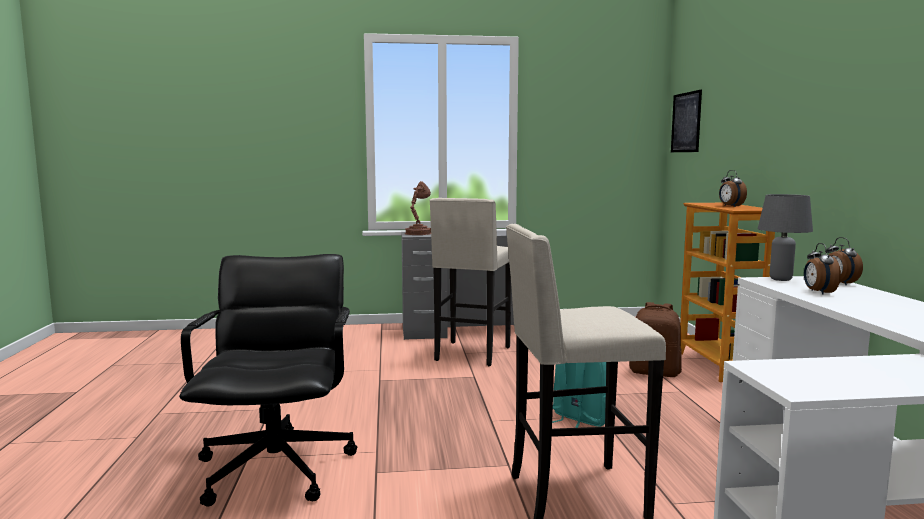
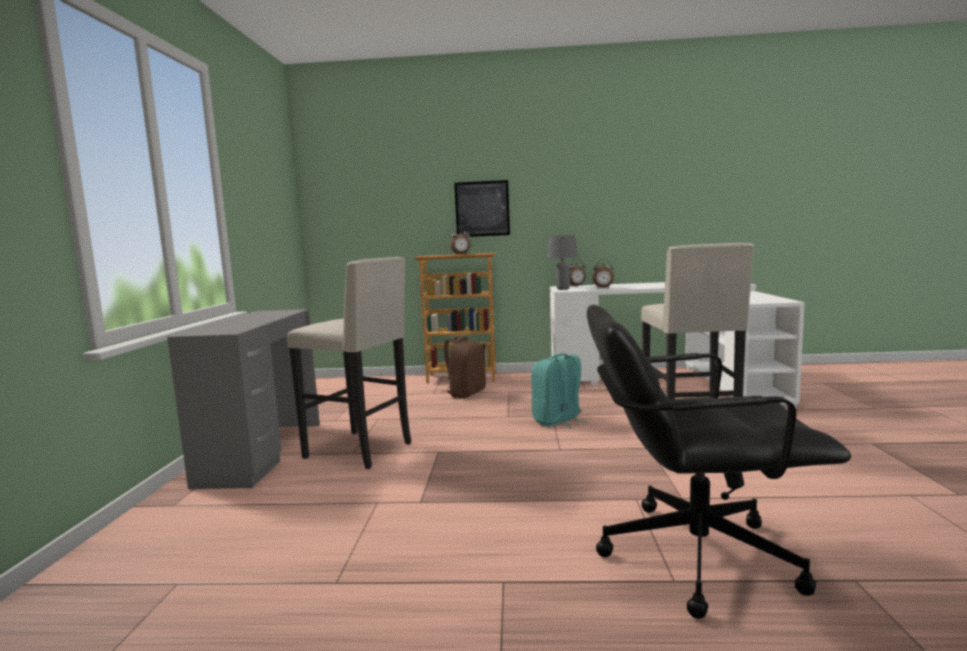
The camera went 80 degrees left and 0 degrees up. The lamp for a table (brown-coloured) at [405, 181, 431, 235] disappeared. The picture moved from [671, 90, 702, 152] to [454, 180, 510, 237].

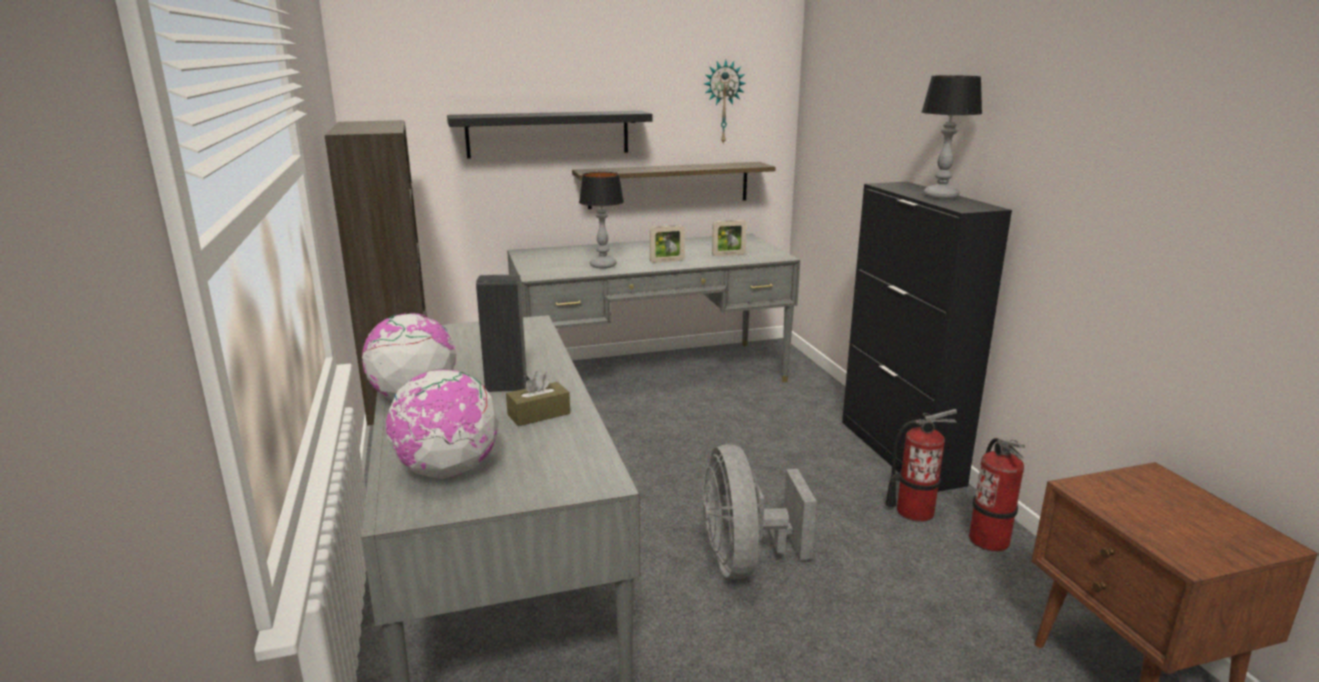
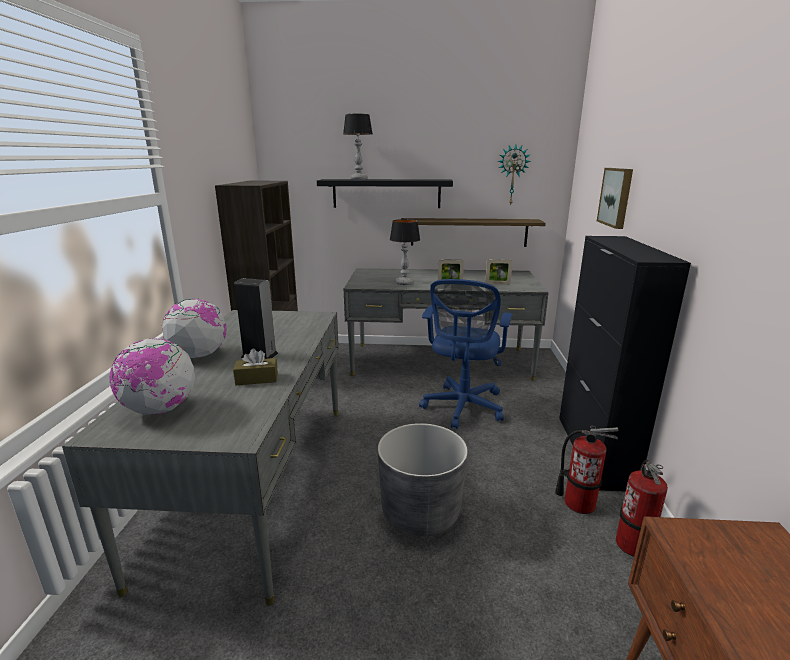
The camera went 20 degrees right and 0 degrees up. The cooling fan (grey) at [703, 444, 817, 579] was replaced by the plant pot (grey) at [378, 423, 468, 536]. The lamp for a table moved from [922, 75, 982, 199] to [343, 114, 373, 180]. The computer chair (bluish) at [419, 279, 512, 429] appeared. The picture at [597, 168, 633, 229] appeared.

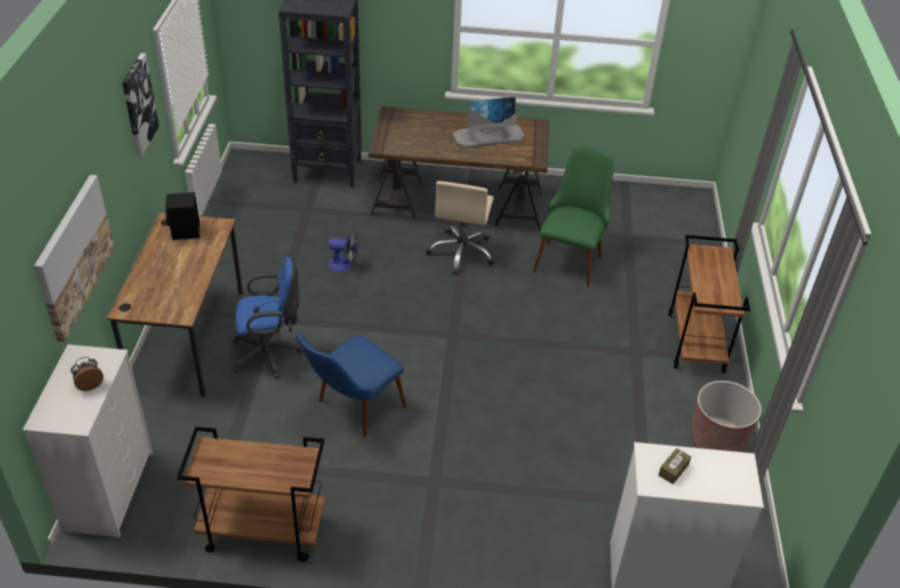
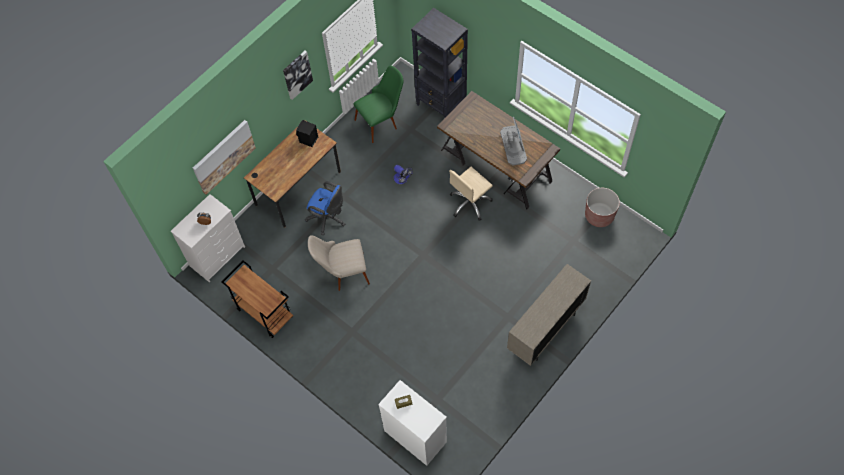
The camera went 40 degrees right and 20 degrees up. The chair (bluish) at [296, 332, 406, 437] became the chair (beige-coloured) at [308, 235, 370, 291]. The computer display at [453, 96, 525, 149] turned 120 degrees counterclockwise. The chair (greenish) moved from [533, 146, 614, 287] to [354, 65, 403, 143]. The cart (brown-coloured) at [668, 235, 750, 373] was replaced by the storage cabinet (beige-coloured) at [507, 264, 591, 366]. The plant pot (brown-coloured) moved from [690, 381, 761, 452] to [585, 188, 620, 227].

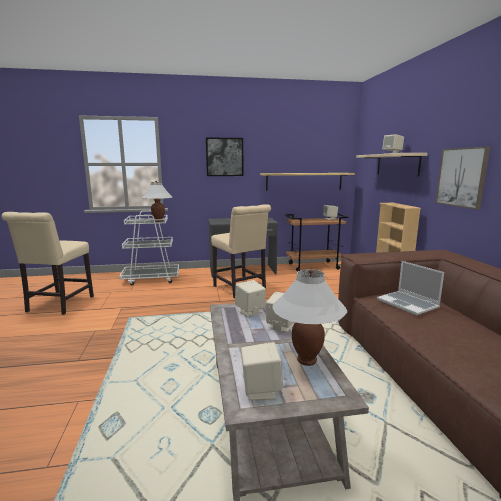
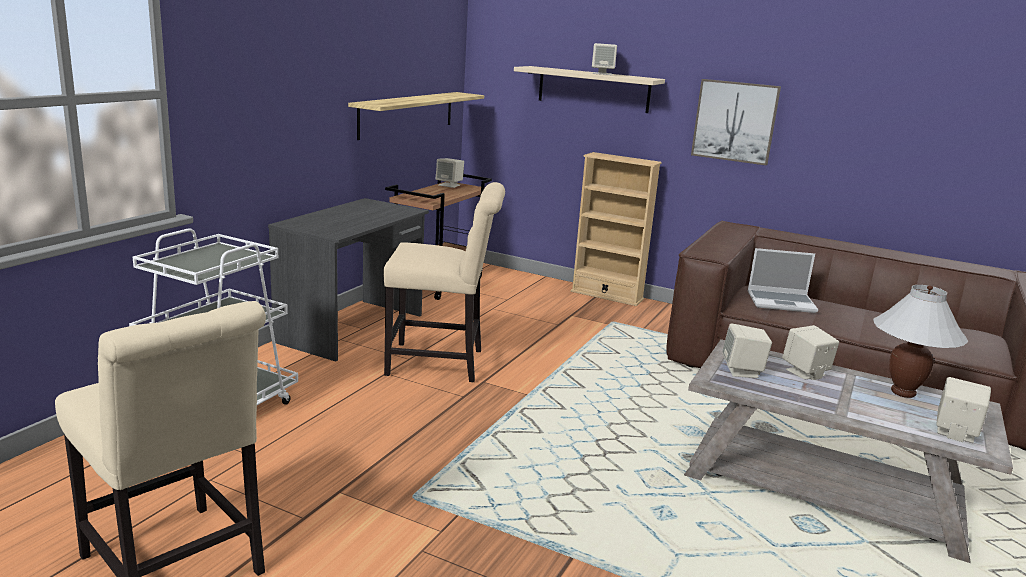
The camera went 55 degrees left and 5 degrees up. The lamp for a table (white) at [142, 181, 172, 222] disappeared. The picture at [206, 137, 243, 176] disappeared.

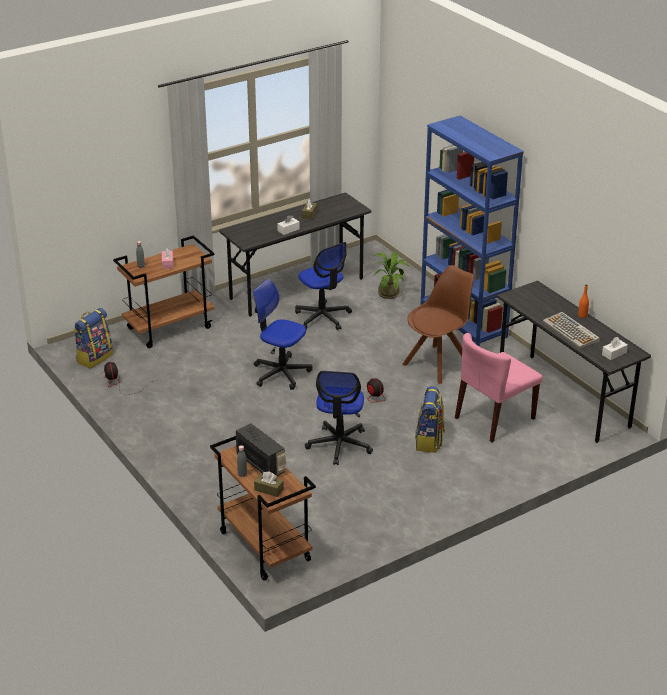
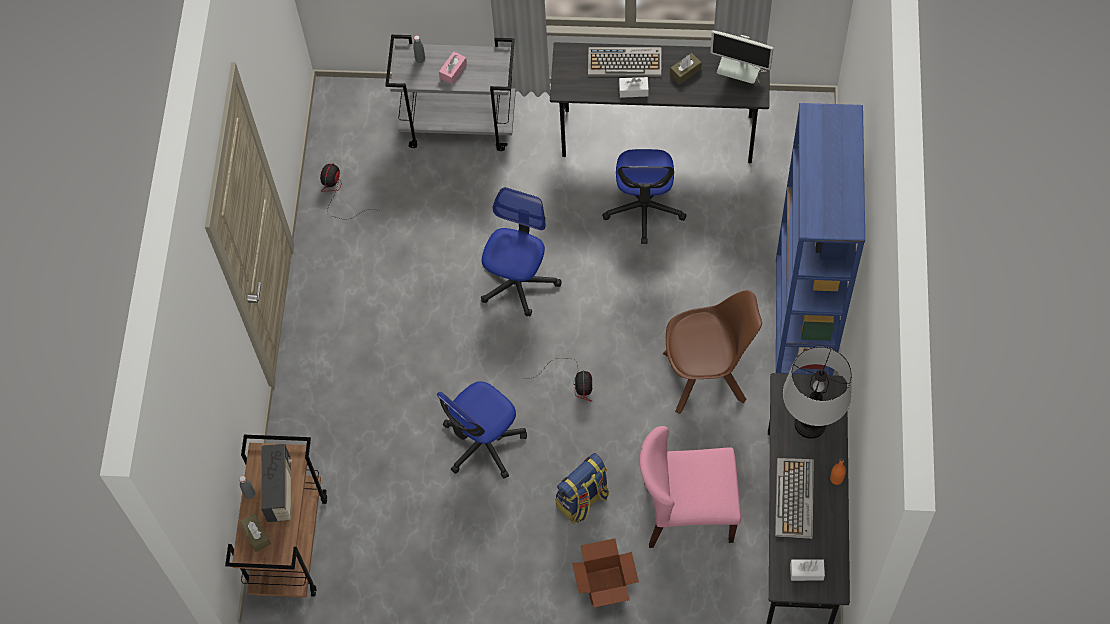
The camera went 40 degrees right and 30 degrees up. The knapsack at [74, 308, 113, 369] disappeared. The cart (brown-coloured) at [113, 235, 215, 348] became the cart (grey) at [385, 35, 516, 151]. The computer chair at [253, 279, 313, 390] turned 45 degrees clockwise. The plant in a pot at [373, 252, 410, 299] disappeared. The cardboard box at [572, 538, 639, 608] appeared. The computer keyboard at [588, 47, 661, 77] appeared. The computer display at [710, 31, 774, 84] appeared. The lamp for a table at [783, 347, 852, 439] appeared.

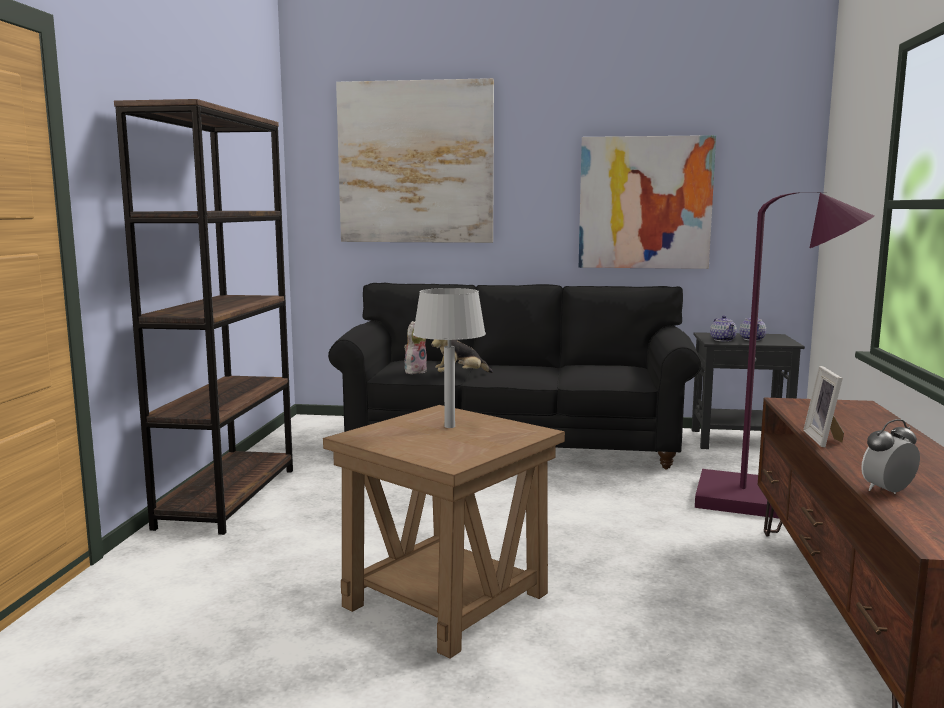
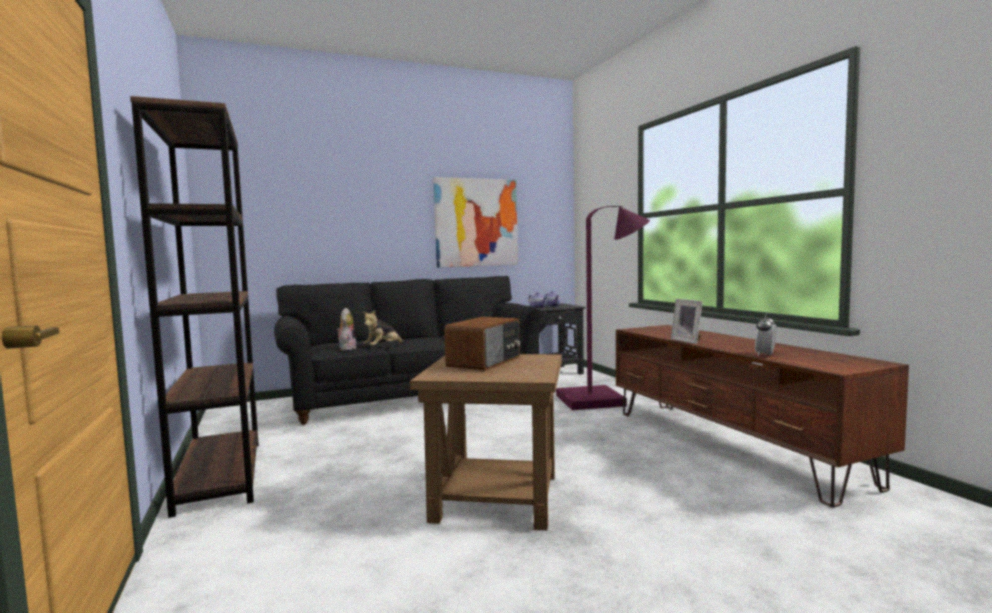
The camera went 30 degrees left and 5 degrees down. The picture at [336, 78, 494, 243] disappeared. The lamp for a table (grey) at [413, 288, 486, 428] was replaced by the radio at [444, 317, 520, 371].

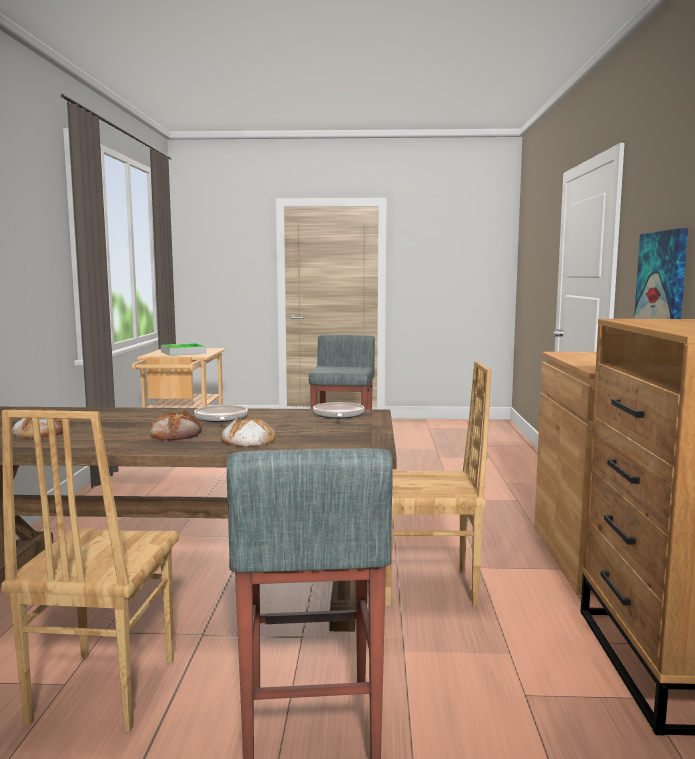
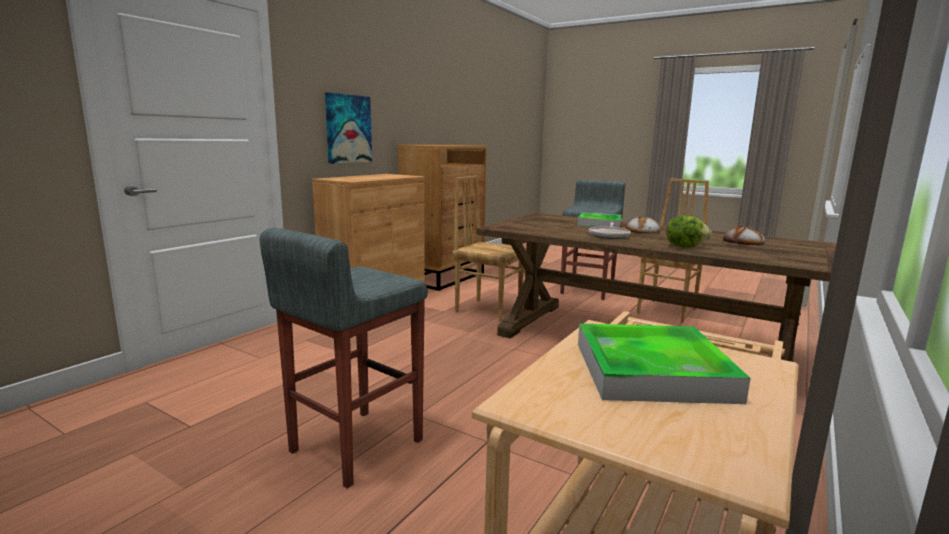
The camera went 150 degrees left and 5 degrees up. The bread at [221, 416, 276, 447] was replaced by the tray at [577, 213, 621, 228]. The skillet at [313, 402, 364, 419] disappeared. The lettuce head at [666, 215, 712, 248] appeared.

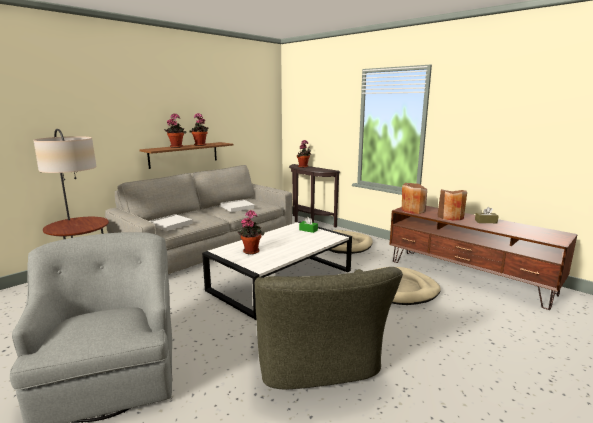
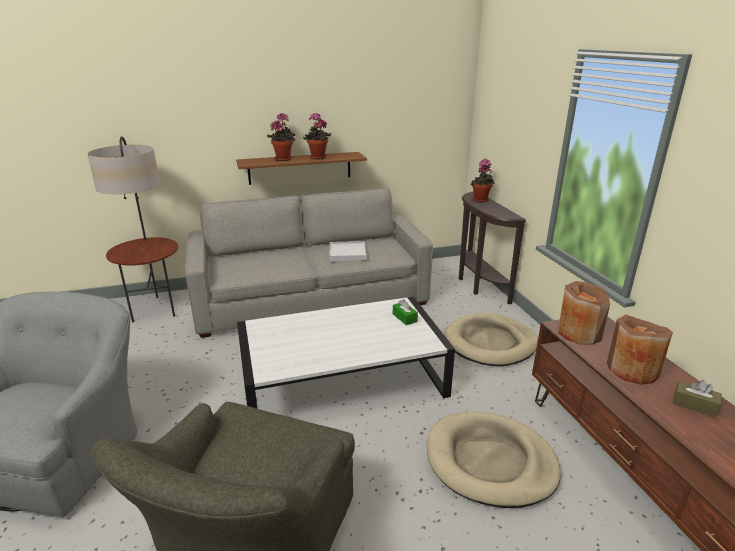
The camera went 30 degrees right and 10 degrees up. The tray (white) at [150, 214, 193, 231] disappeared. The plant in a pot at [237, 210, 265, 254] disappeared.

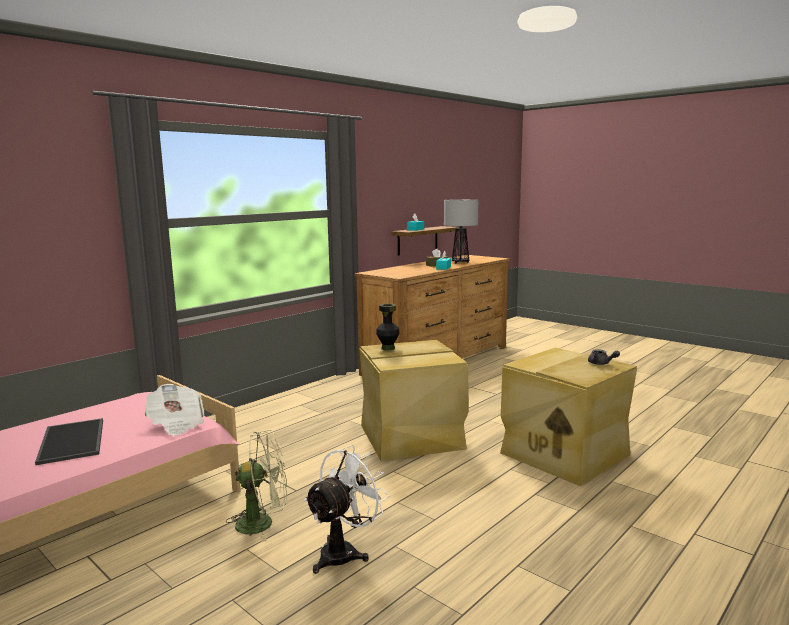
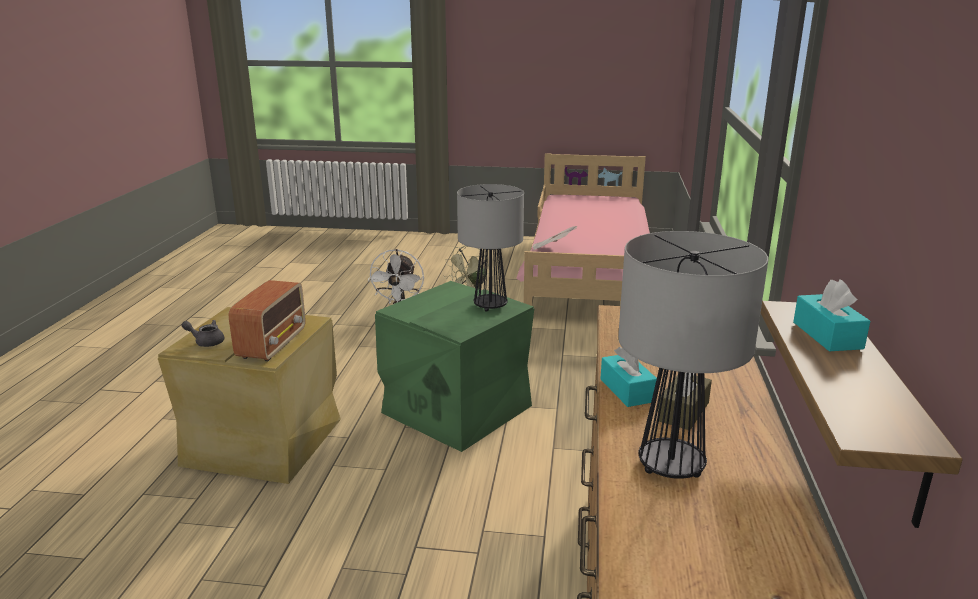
The camera went 145 degrees right and 10 degrees up. The tray at [35, 418, 103, 465] disappeared. The storage box (beige-coloured) at [359, 340, 469, 461] became the storage box (greenish) at [375, 281, 534, 452]. The vase (black) at [376, 303, 400, 350] was replaced by the lamp for a table at [457, 184, 524, 312]. The radio at [229, 280, 305, 361] appeared.

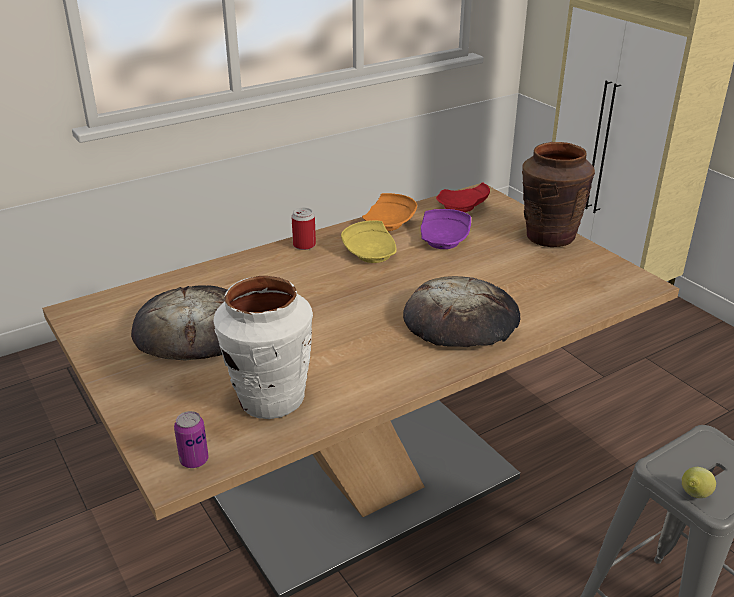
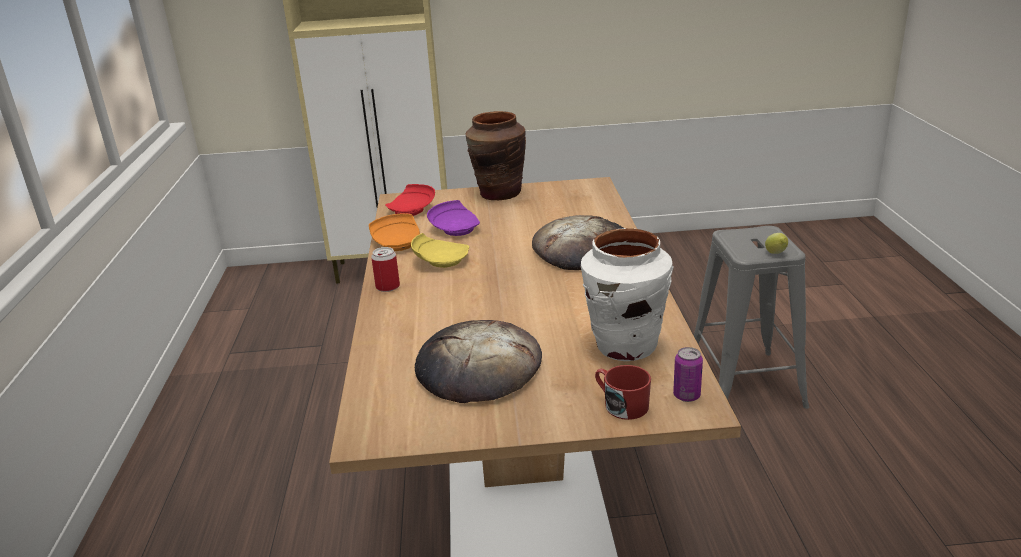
The camera went 60 degrees left and 5 degrees down. The tea mug (red-coloured) at [595, 365, 651, 420] appeared.

